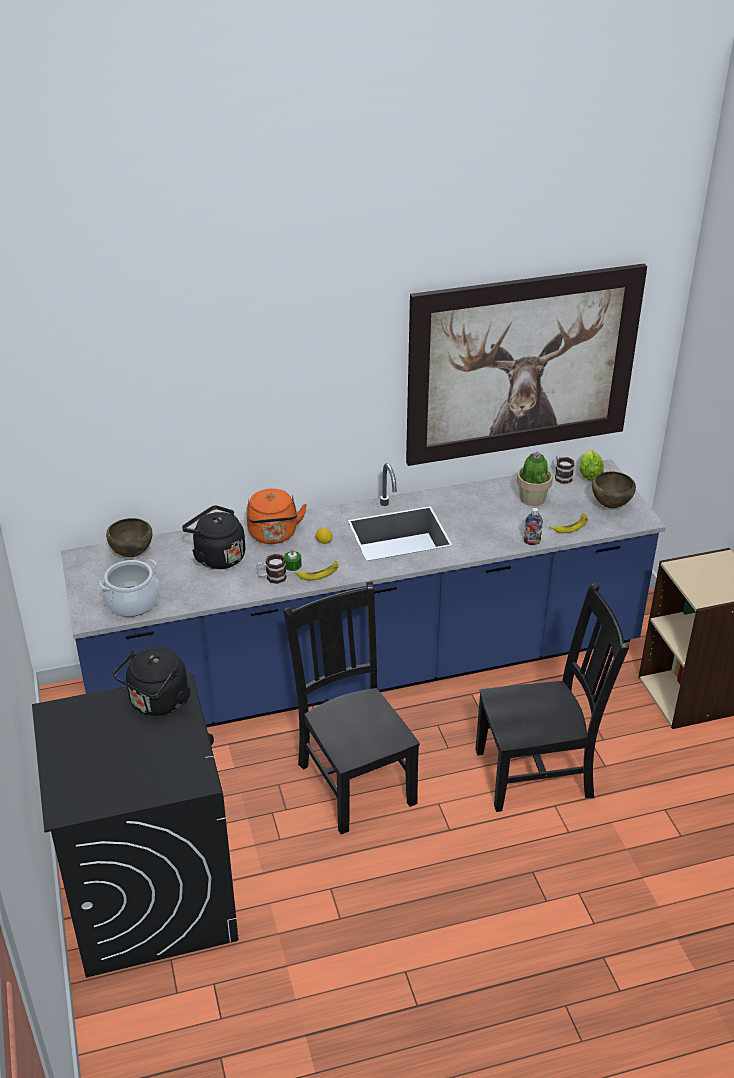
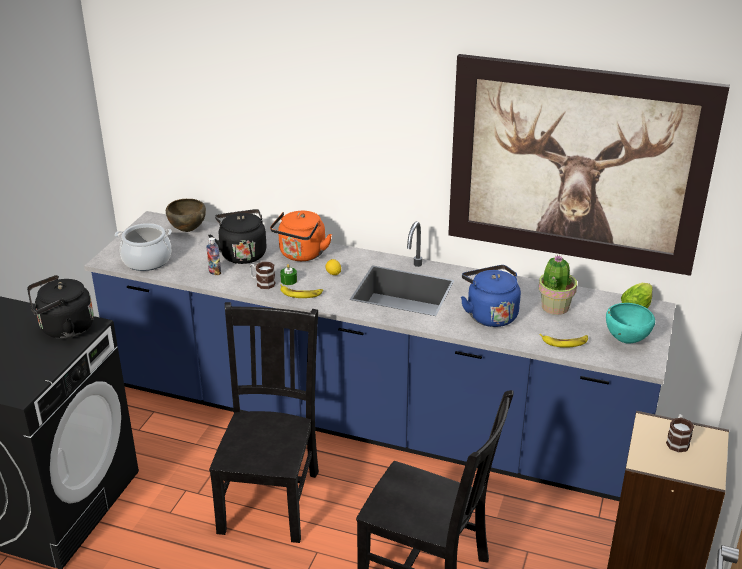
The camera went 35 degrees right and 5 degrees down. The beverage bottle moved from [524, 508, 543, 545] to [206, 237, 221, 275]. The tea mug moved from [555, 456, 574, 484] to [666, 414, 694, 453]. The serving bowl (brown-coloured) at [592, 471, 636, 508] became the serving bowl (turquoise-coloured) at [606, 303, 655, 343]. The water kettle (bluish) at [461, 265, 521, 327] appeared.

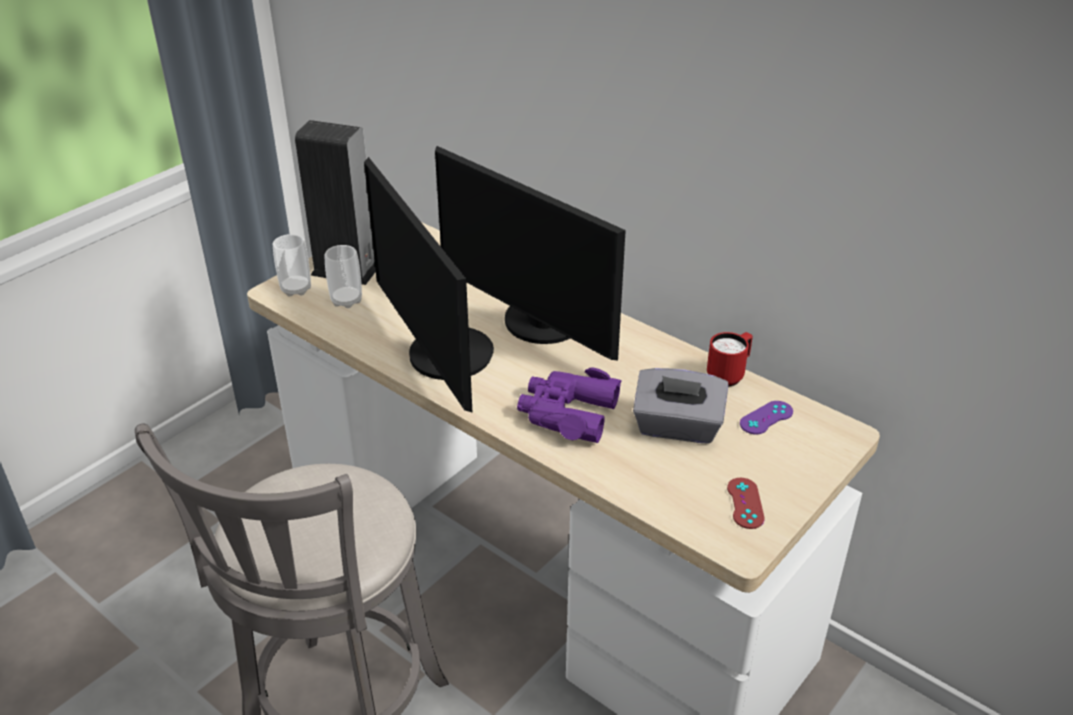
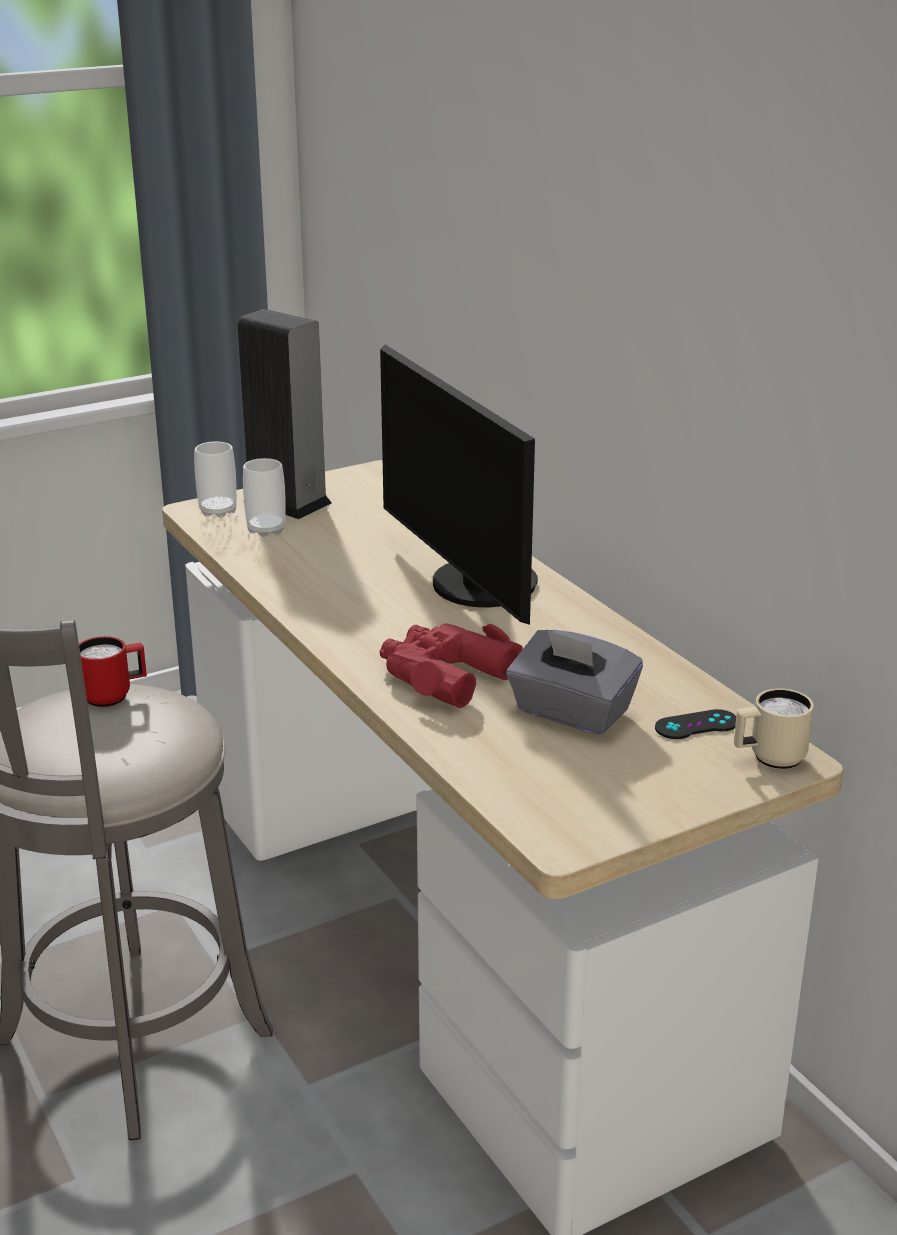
The camera went 20 degrees right and 10 degrees down. The computer display at [364, 157, 494, 413] disappeared. The field glasses (purple-coloured) at [517, 368, 622, 443] became the field glasses (red-coloured) at [380, 623, 523, 708]. The tea mug (red-coloured) moved from [707, 332, 753, 387] to [79, 636, 147, 707]. The gamepad (red-coloured) at [727, 478, 765, 529] disappeared. The gamepad (purple-coloured) at [740, 401, 793, 434] became the gamepad (black) at [655, 709, 736, 739]. The tea mug (beige-coloured) at [734, 688, 814, 769] appeared.

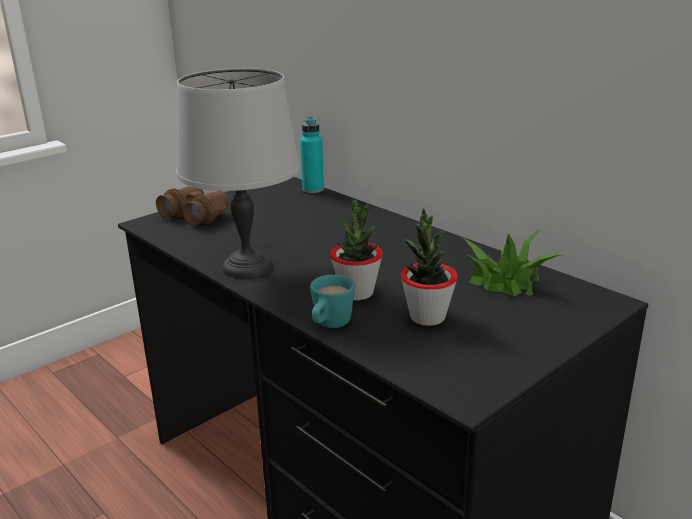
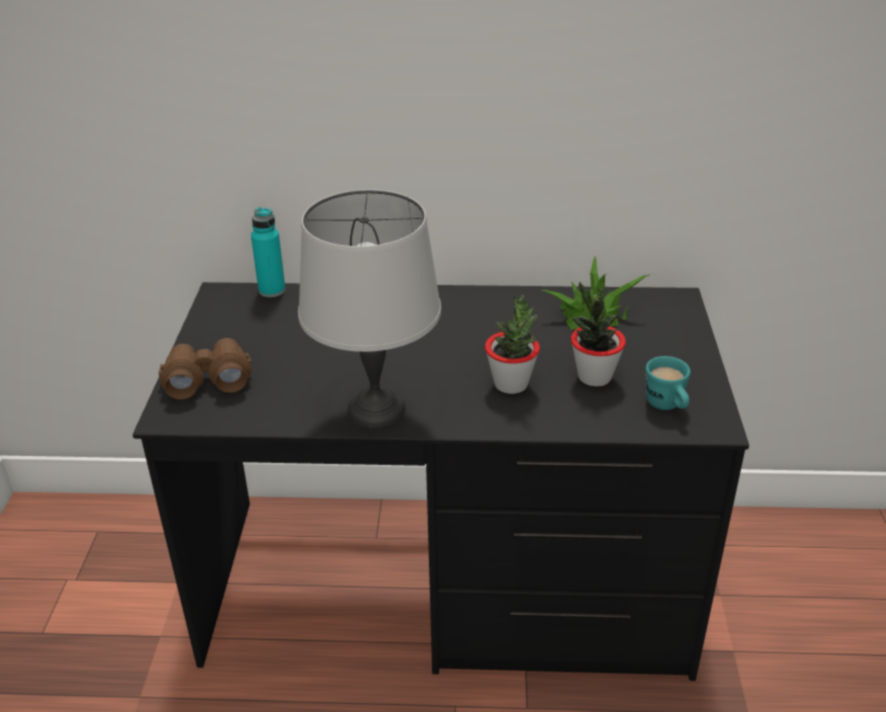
The camera went 45 degrees left and 10 degrees up. The tea mug (turquoise-coloured) moved from [310, 274, 355, 328] to [645, 356, 690, 410].

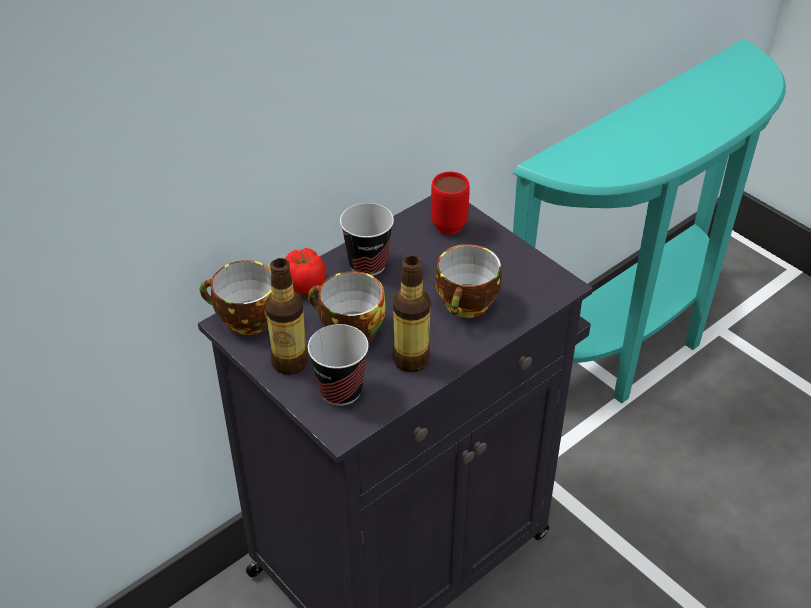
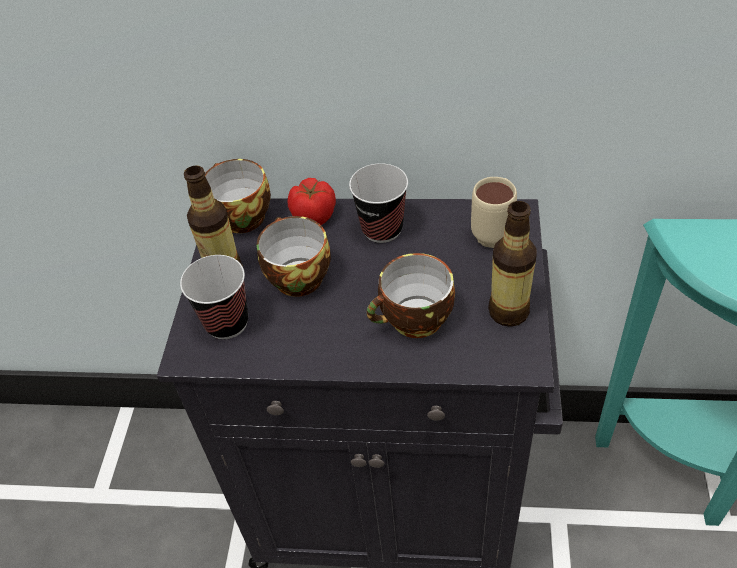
The camera went 50 degrees right and 5 degrees up. The beverage bottle moved from [393, 256, 431, 372] to [488, 201, 536, 327]. The tea mug (red-coloured) at [431, 172, 470, 235] became the tea mug (beige-coloured) at [471, 177, 517, 248].

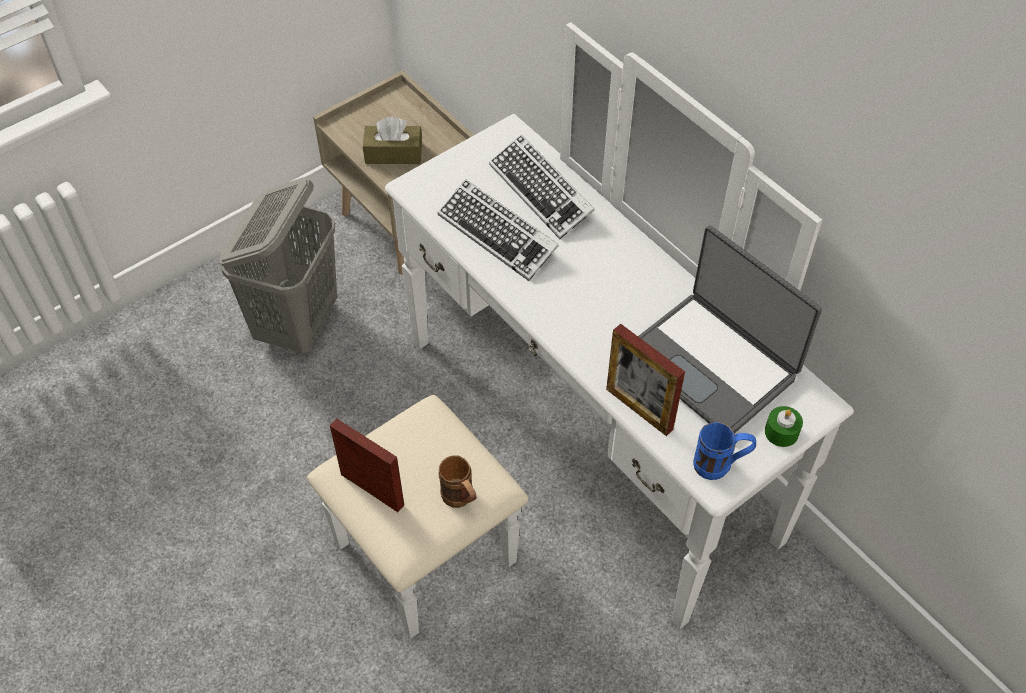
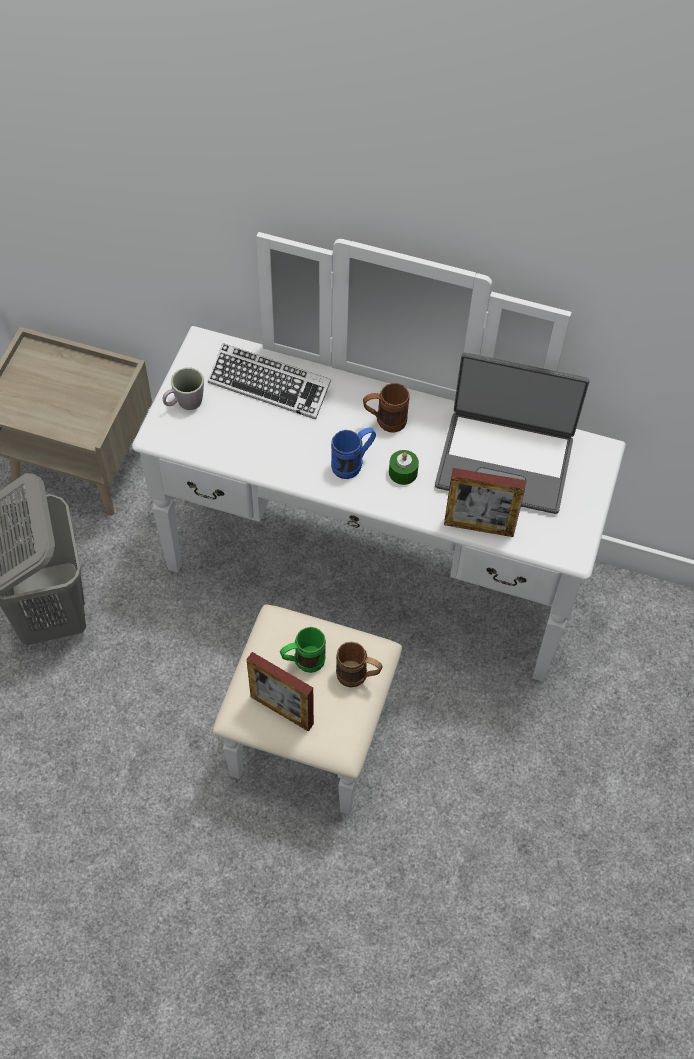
The camera went 35 degrees left and 5 degrees up. The picture frame at [330, 418, 404, 512] turned 150 degrees counterclockwise. The tissue holder (brown-coloured) at [363, 117, 422, 164] disappeared. The computer keyboard at [438, 179, 559, 281] disappeared. The tea mug (bluish) moved from [693, 422, 756, 480] to [331, 428, 376, 479]. The candle (greenish) moved from [765, 406, 803, 447] to [389, 450, 419, 485]. The tea mug (grey) at [163, 367, 204, 410] appeared. The tea mug (greenish) at [280, 627, 326, 673] appeared. The tea mug (brown-coloured) at [363, 383, 409, 433] appeared.

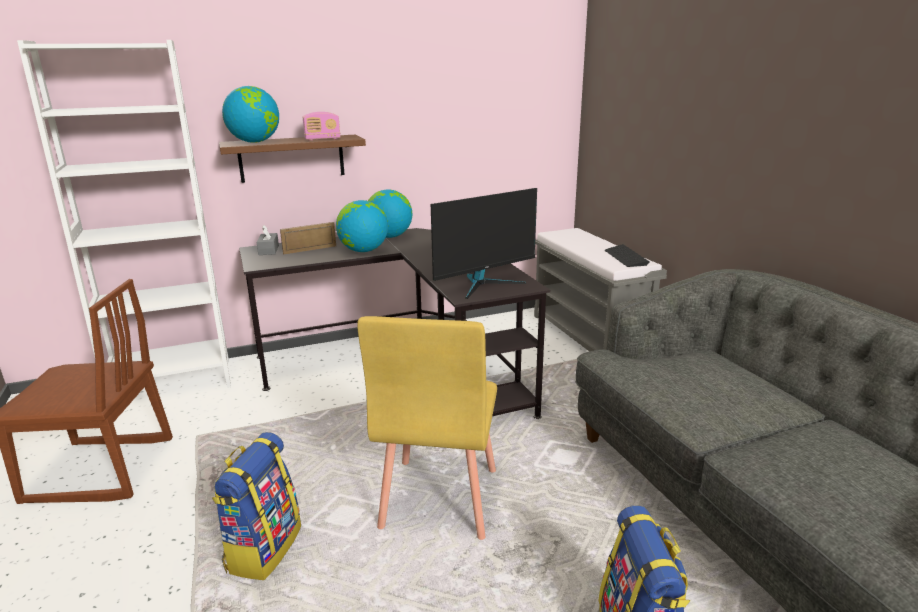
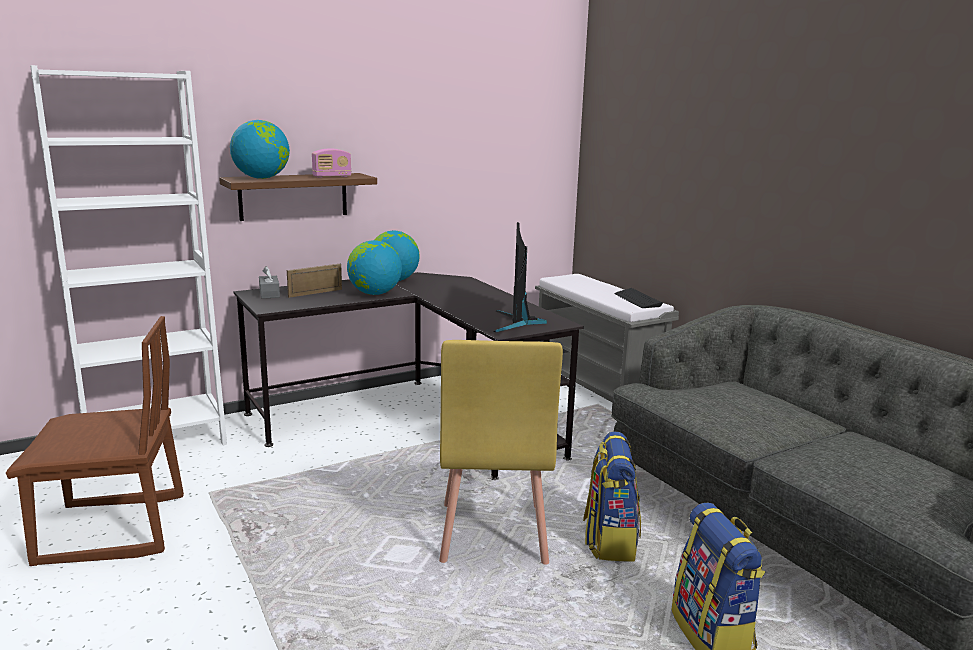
The camera went 10 degrees left and 5 degrees down. The knapsack moved from [212, 432, 301, 580] to [583, 431, 641, 561]. The computer display at [431, 188, 537, 299] turned 135 degrees clockwise.

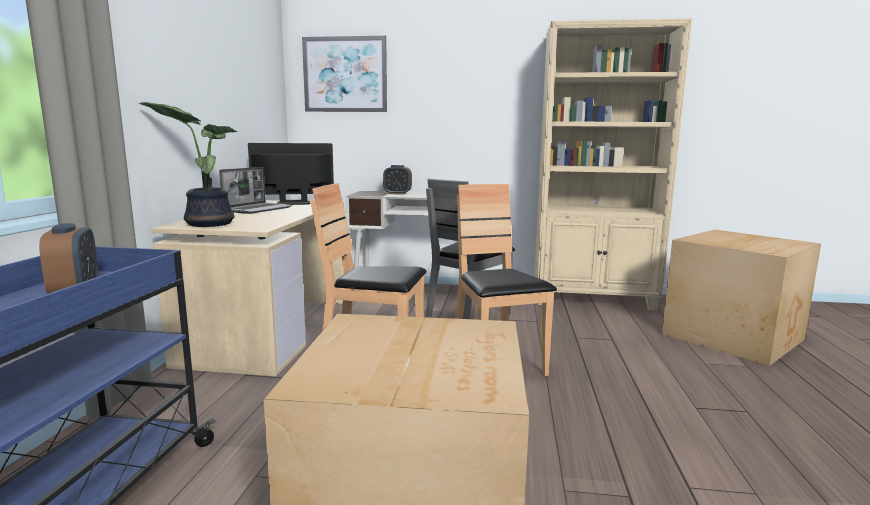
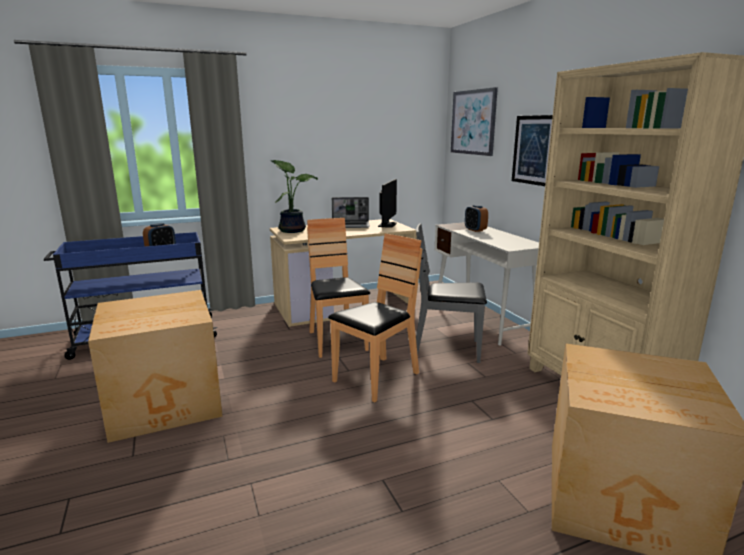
The camera went 60 degrees right and 5 degrees up. The computer display at [248, 143, 334, 205] turned 60 degrees clockwise. The picture at [512, 115, 553, 186] appeared.

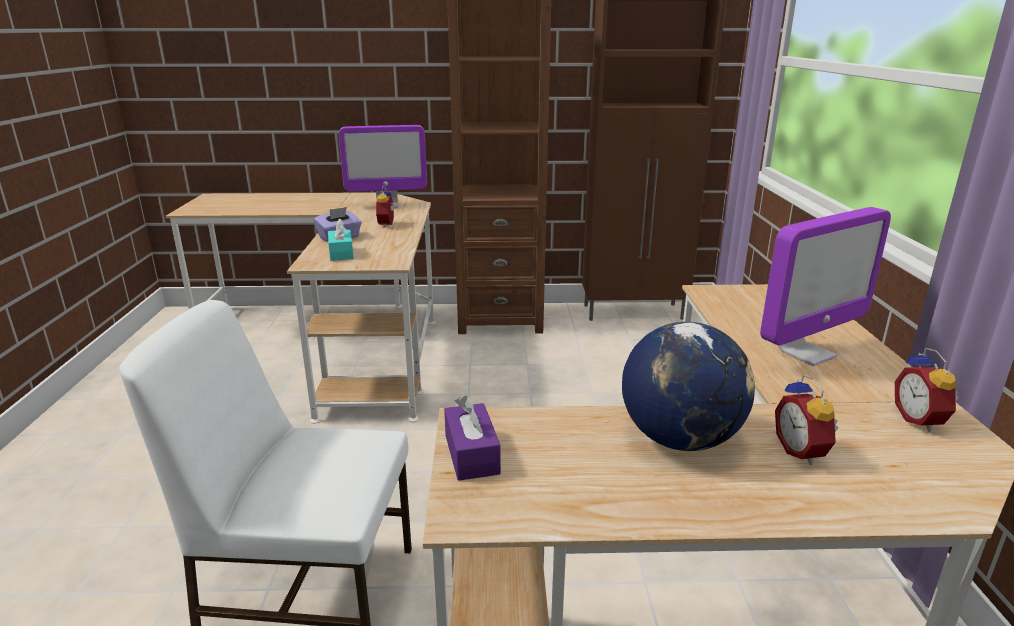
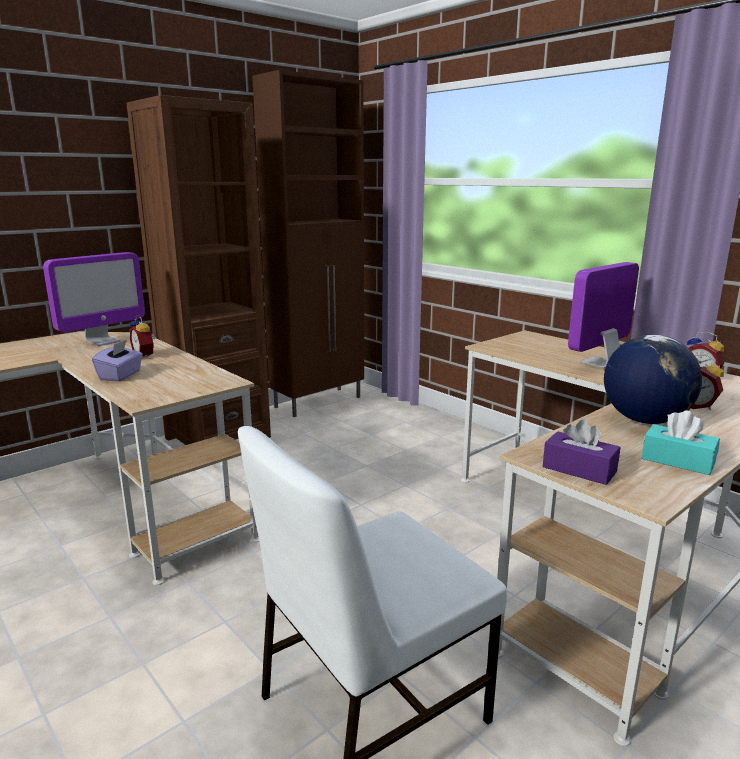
The camera went 40 degrees left and 5 degrees down. The tissue holder (turquoise-coloured) moved from [328, 219, 354, 261] to [642, 410, 720, 475]. The computer display at [760, 207, 891, 366] turned 150 degrees counterclockwise.

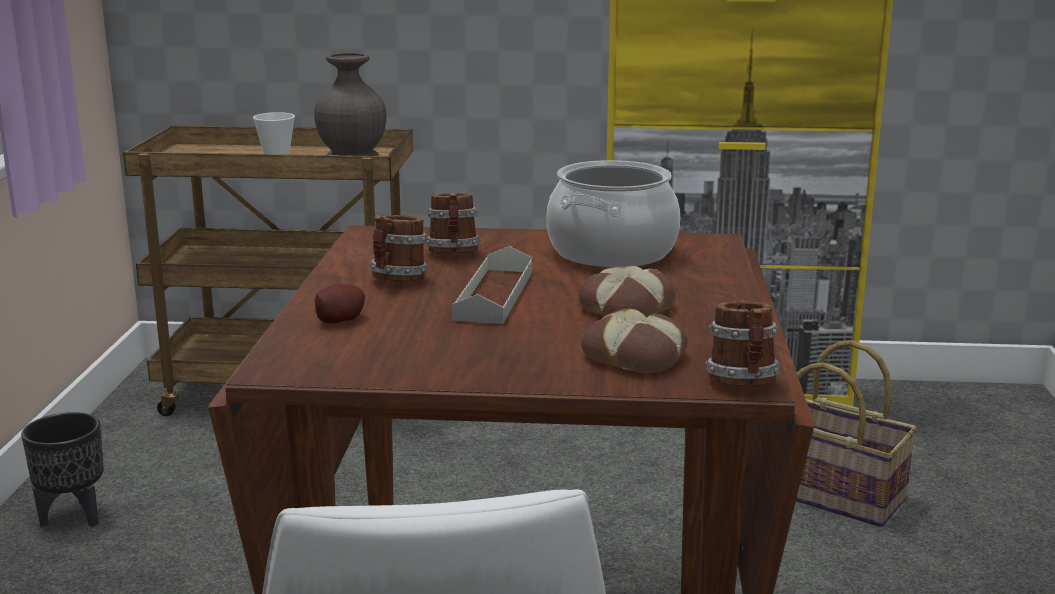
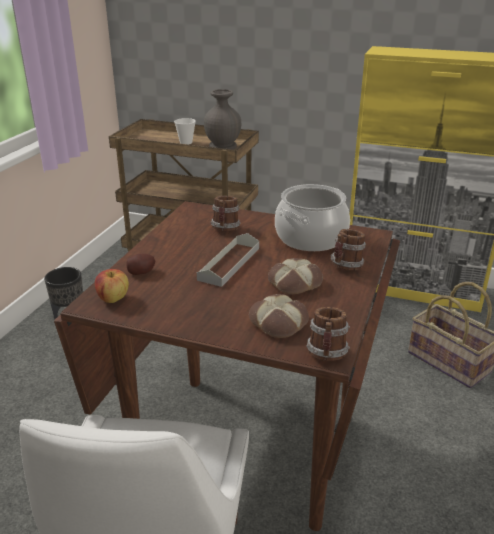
The camera went 15 degrees right and 10 degrees up. The tea mug moved from [369, 215, 429, 281] to [331, 229, 366, 270]. The whole apple at [95, 269, 129, 303] appeared.

